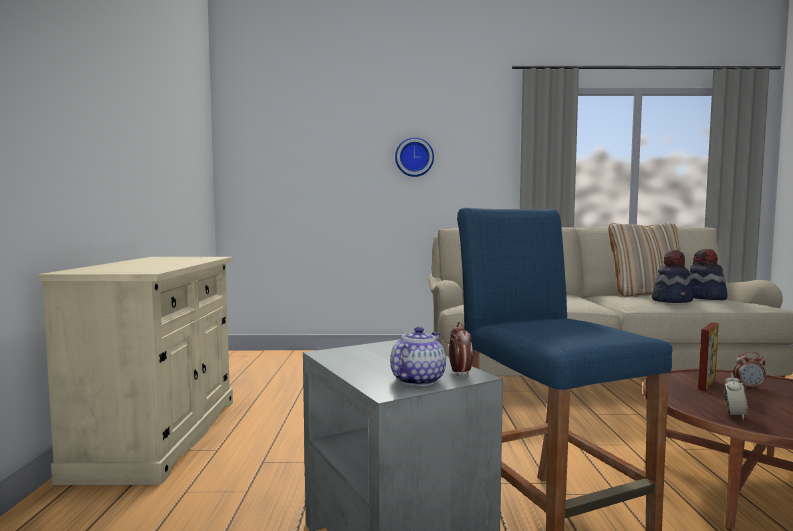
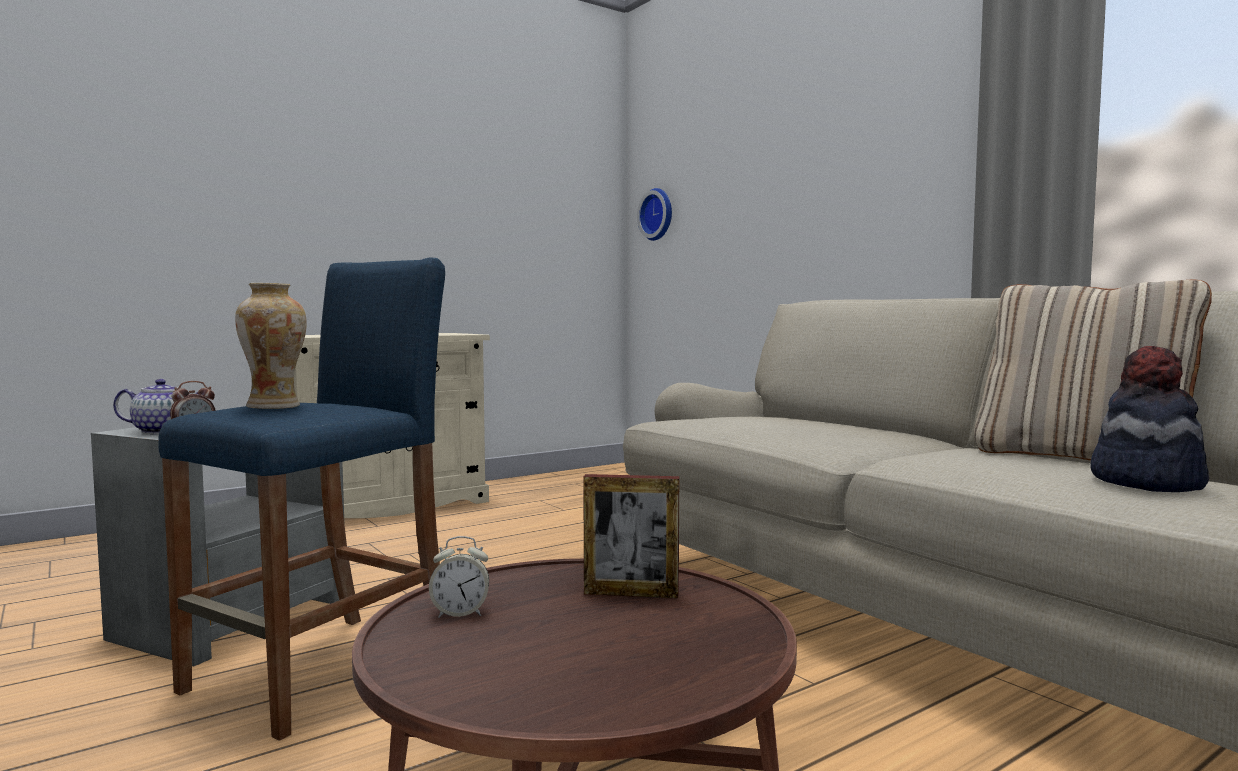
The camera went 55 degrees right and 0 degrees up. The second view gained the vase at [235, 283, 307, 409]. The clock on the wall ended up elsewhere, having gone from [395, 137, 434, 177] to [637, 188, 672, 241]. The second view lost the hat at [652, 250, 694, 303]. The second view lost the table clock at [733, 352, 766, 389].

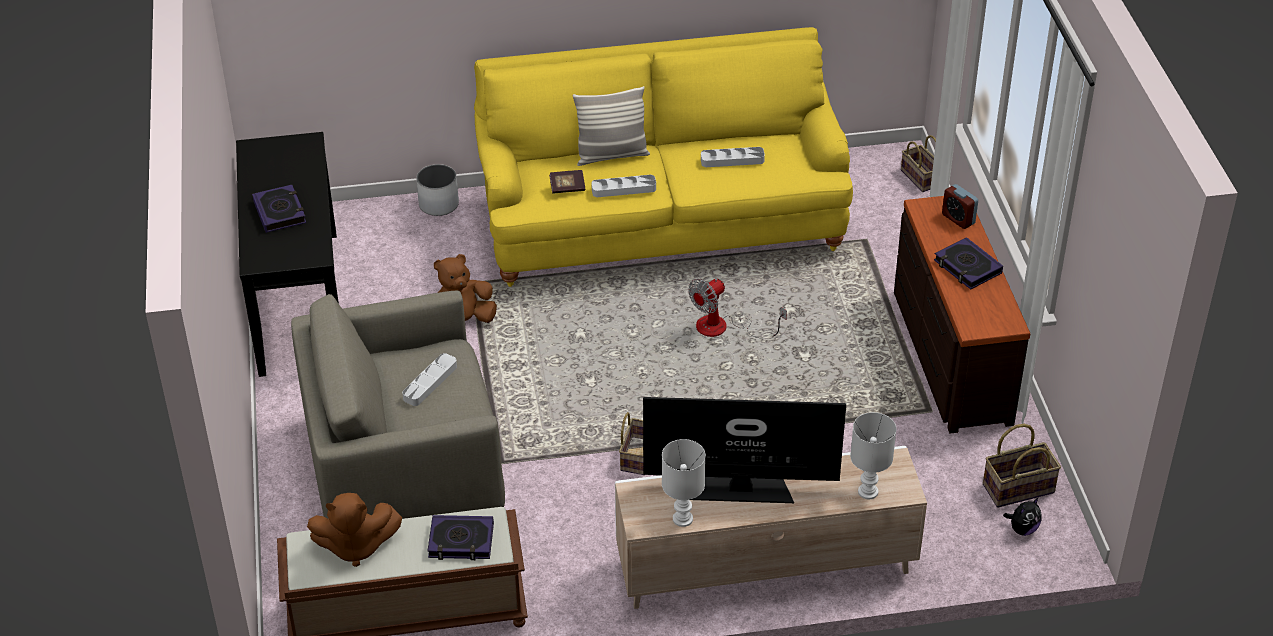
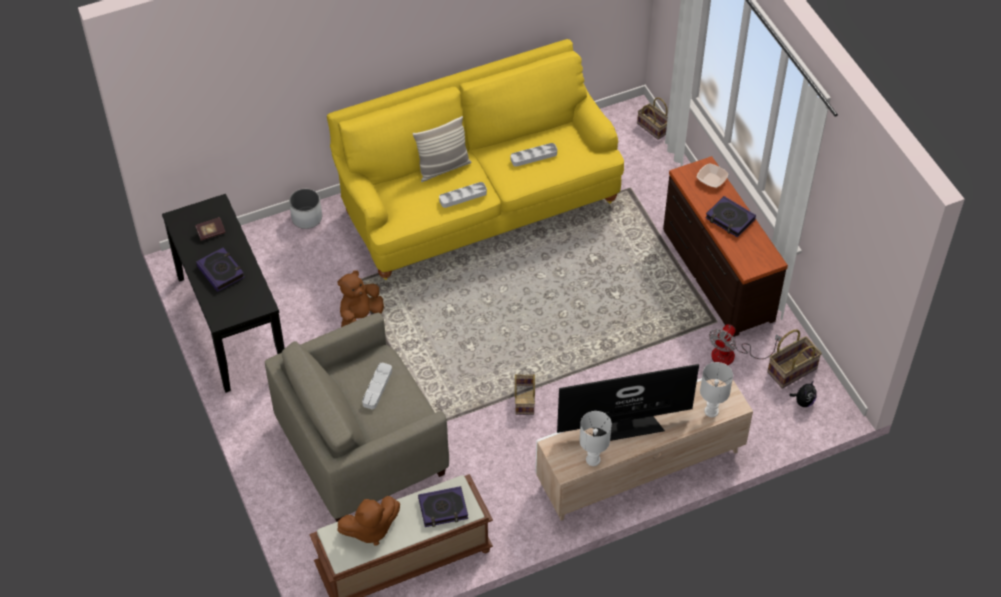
The camera went 15 degrees left and 10 degrees up. The volume ended up elsewhere, having gone from [549, 170, 585, 193] to [195, 217, 225, 241]. Where the table clock stood at [942, 184, 978, 229], the serving bowl came to stand at [697, 163, 728, 188]. The cooling fan ended up elsewhere, having gone from [688, 279, 787, 338] to [709, 324, 782, 365].

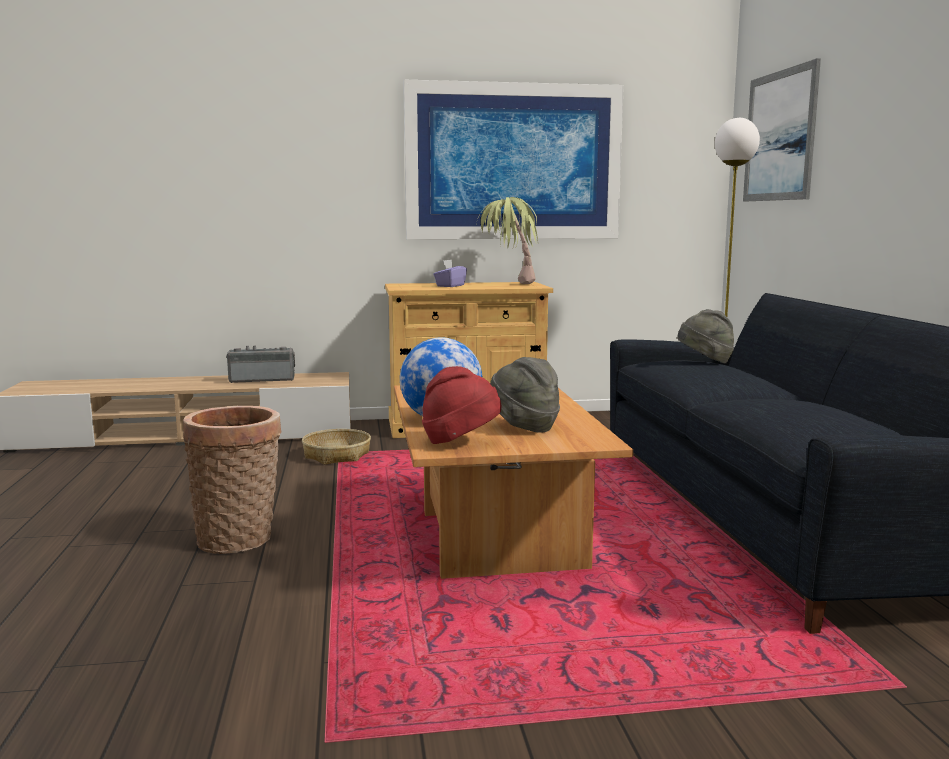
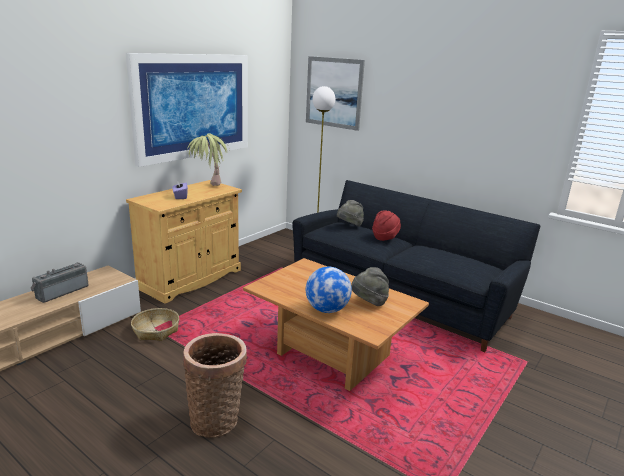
The camera went 45 degrees left and 10 degrees up. The hat in red-coloured ended up elsewhere, having gone from [422, 366, 501, 444] to [372, 210, 401, 241].

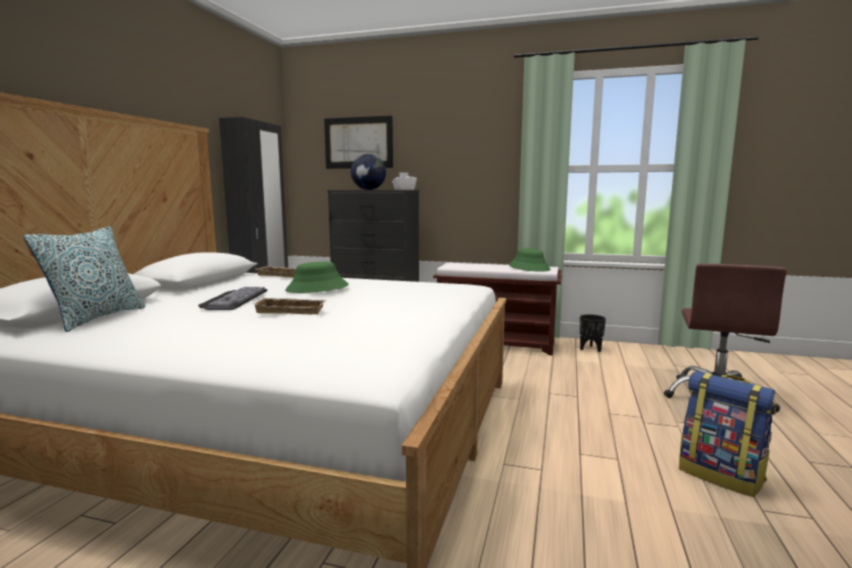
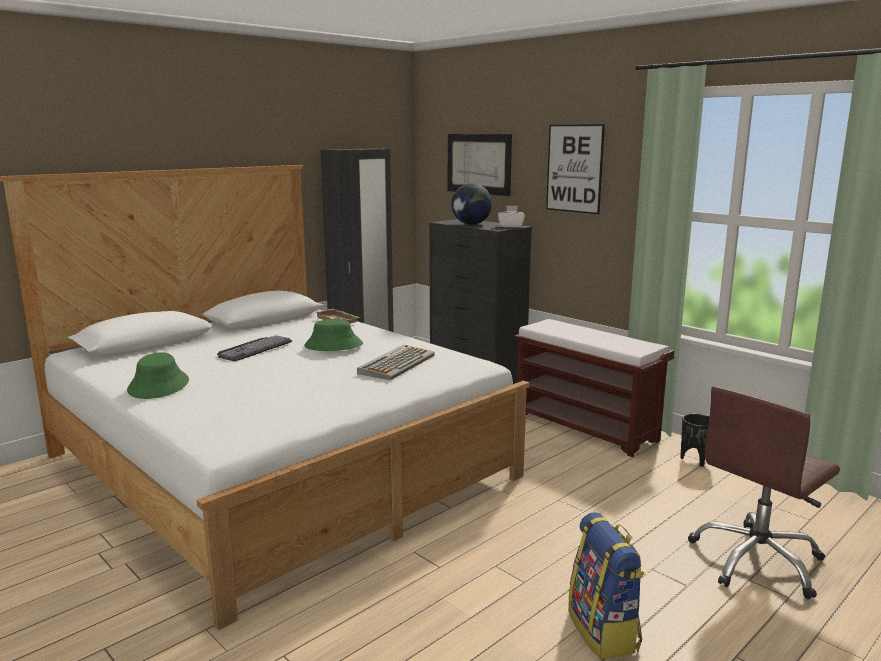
The camera went 30 degrees right and 5 degrees up. The hat in greenish ended up elsewhere, having gone from [509, 248, 551, 272] to [127, 353, 189, 399]. The second view gained the computer keyboard at [357, 345, 435, 380]. The second view gained the wall picture at [546, 124, 605, 214]. The second view lost the throw pillow at [23, 226, 146, 332]. The second view lost the tray in beige-coloured at [253, 298, 327, 314].

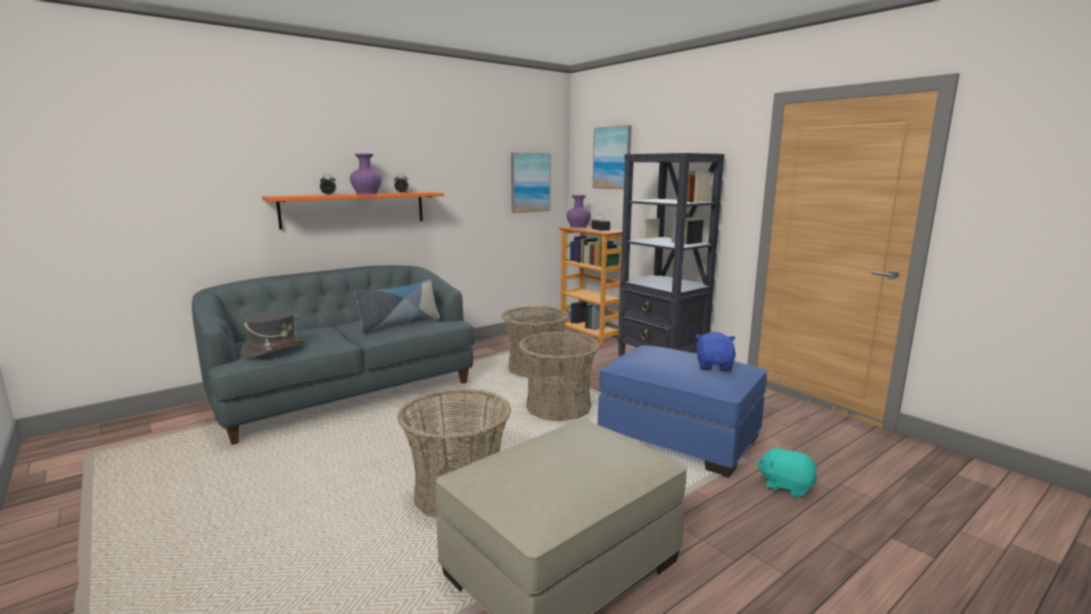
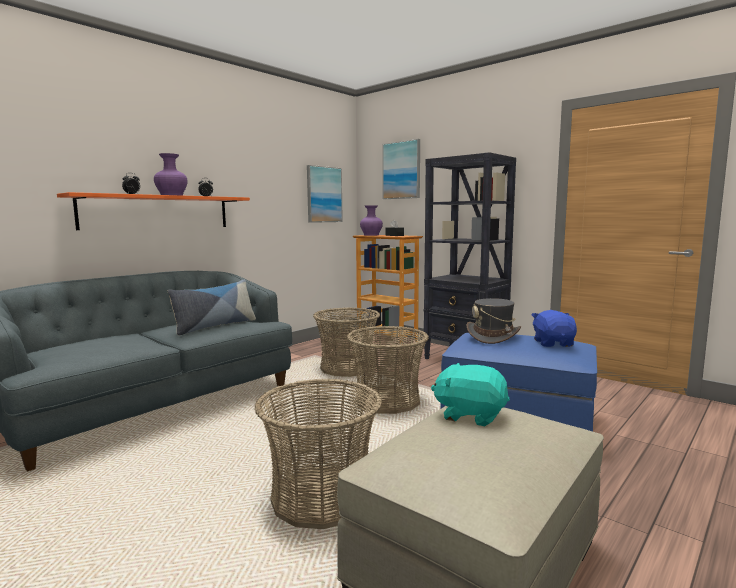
The camera went 10 degrees left and 5 degrees down. The soft toy in turquoise-coloured ended up elsewhere, having gone from [757, 445, 817, 498] to [431, 363, 510, 426]. The hat in gray ended up elsewhere, having gone from [241, 310, 306, 358] to [467, 298, 521, 344].

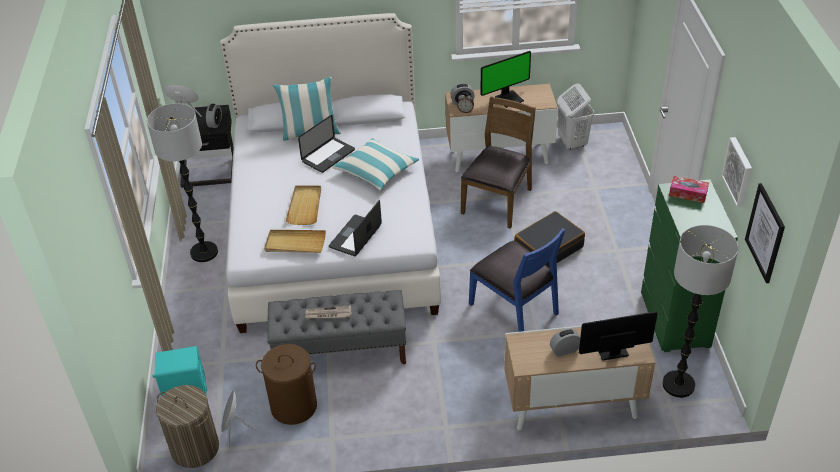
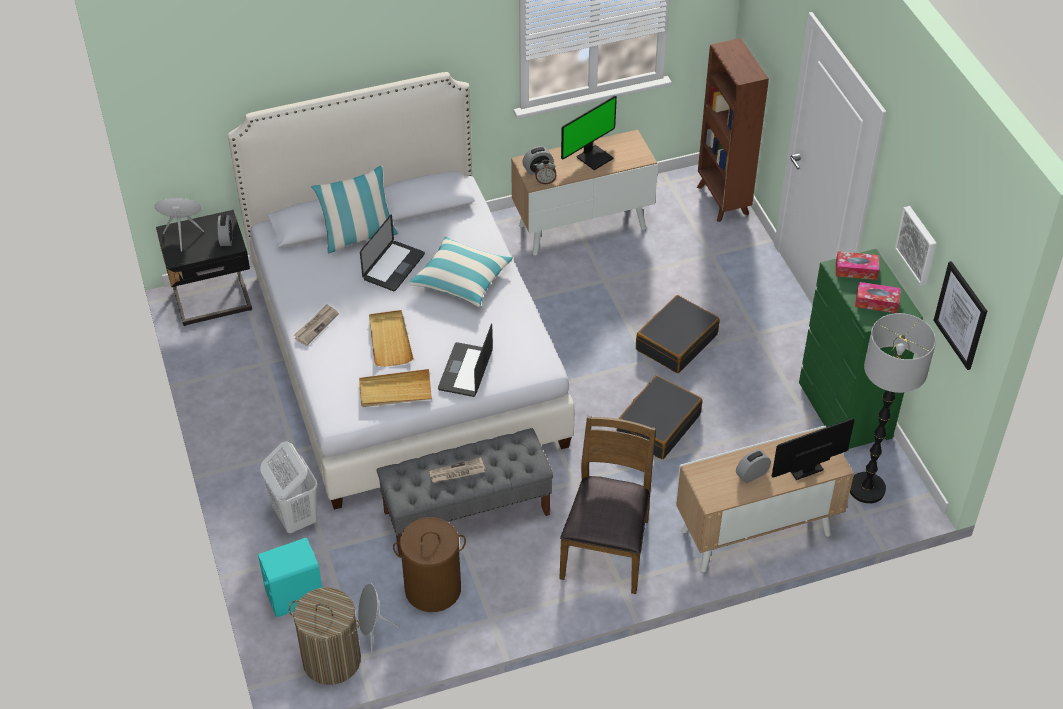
The camera went 15 degrees left and 5 degrees up. The washing basket in white ended up elsewhere, having gone from [557, 83, 594, 150] to [260, 441, 318, 533]. The second view gained the daily paper at [294, 304, 339, 346]. The upright chair in brown-coloured ended up elsewhere, having gone from [461, 96, 536, 229] to [559, 416, 656, 594]. Where the upright chair in bluish stood at [469, 228, 565, 332], the piece of luggage in blackish came to stand at [617, 375, 702, 459]. The second view gained the bookcase in brown-coloured at [697, 38, 769, 222]. The second view gained the tissue box at [855, 282, 901, 313]. The second view lost the floor lamp at [147, 103, 218, 262].

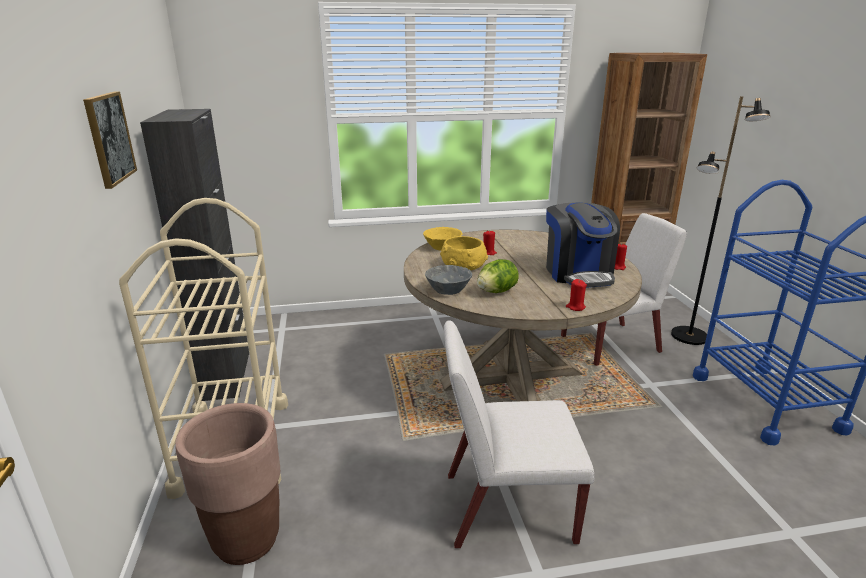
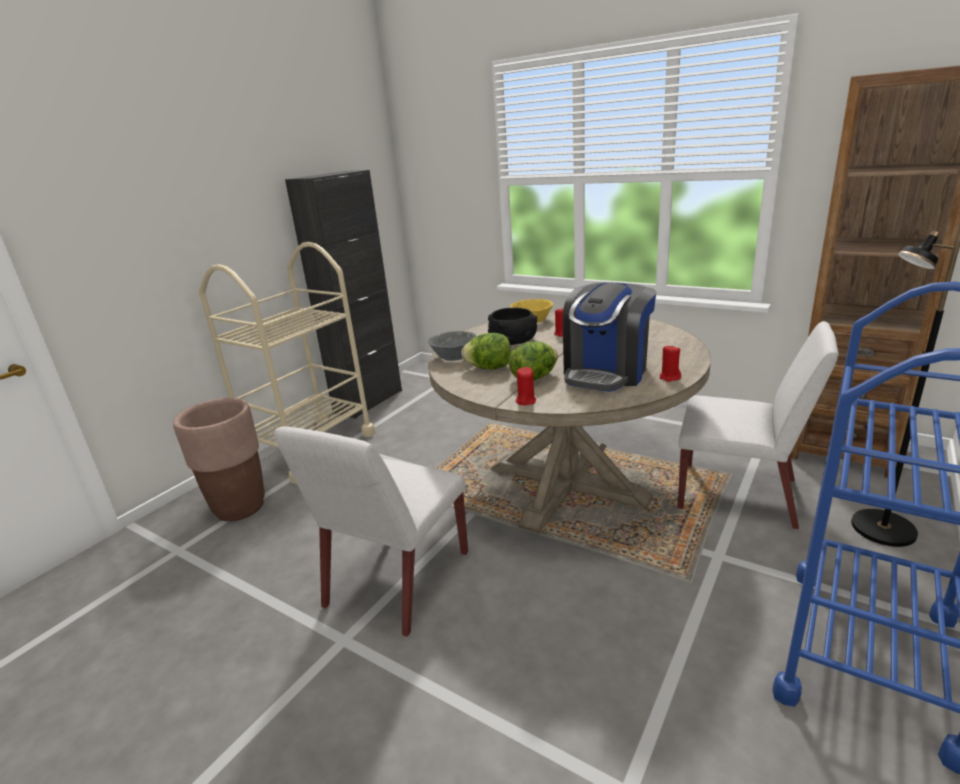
The camera went 45 degrees right and 0 degrees up. The upright chair in white at [444, 321, 594, 549] ended up facing another way, 105 degrees counterclockwise from before. What was the serving bowl in yellow at [440, 236, 488, 271] turned into the serving bowl in blackish at [488, 308, 537, 345]. The second view gained the head of lettuce at [508, 341, 558, 381]. The second view lost the wall picture at [83, 91, 137, 189].

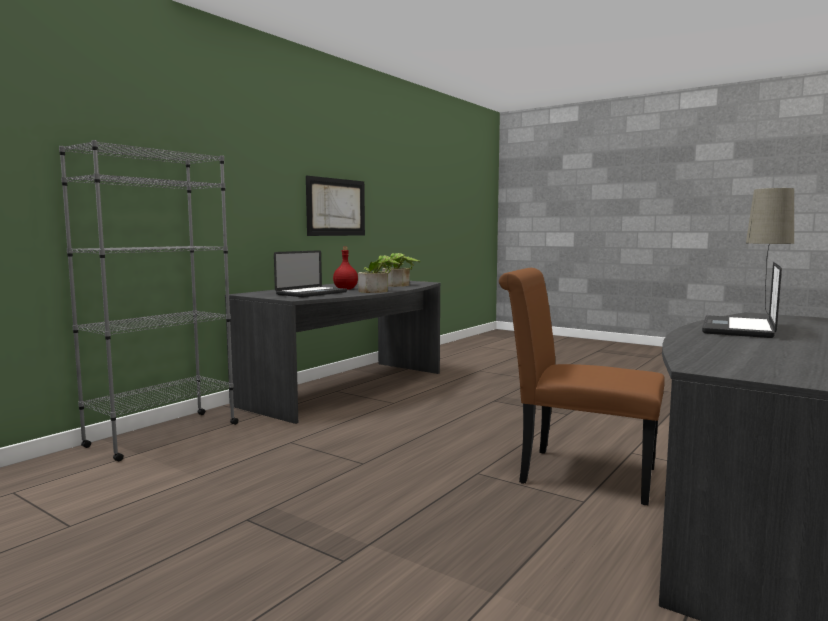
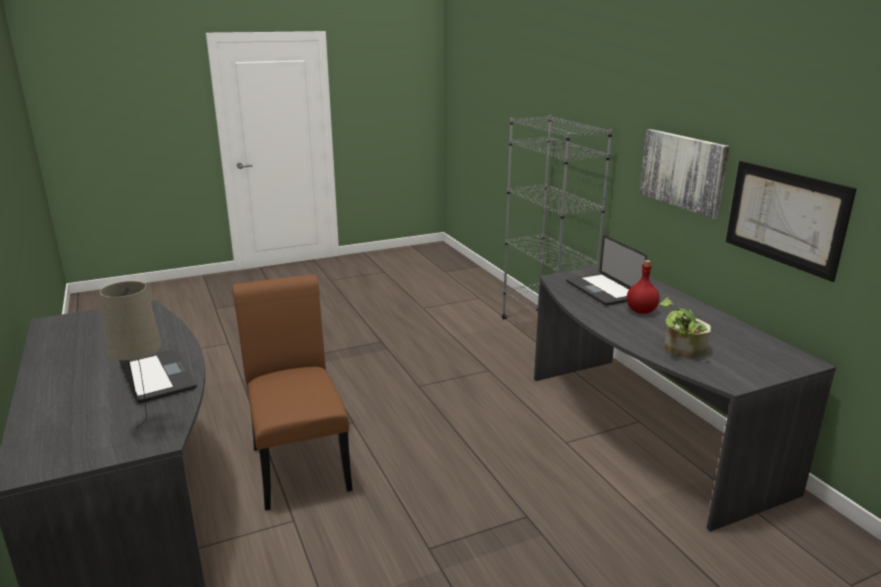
The camera went 120 degrees right and 15 degrees up. The upright chair in brown-coloured at [499, 268, 665, 505] ended up facing another way, 75 degrees counterclockwise from before. The second view gained the wall picture at [639, 129, 730, 219]. The second view lost the houseplant at [358, 255, 400, 293].

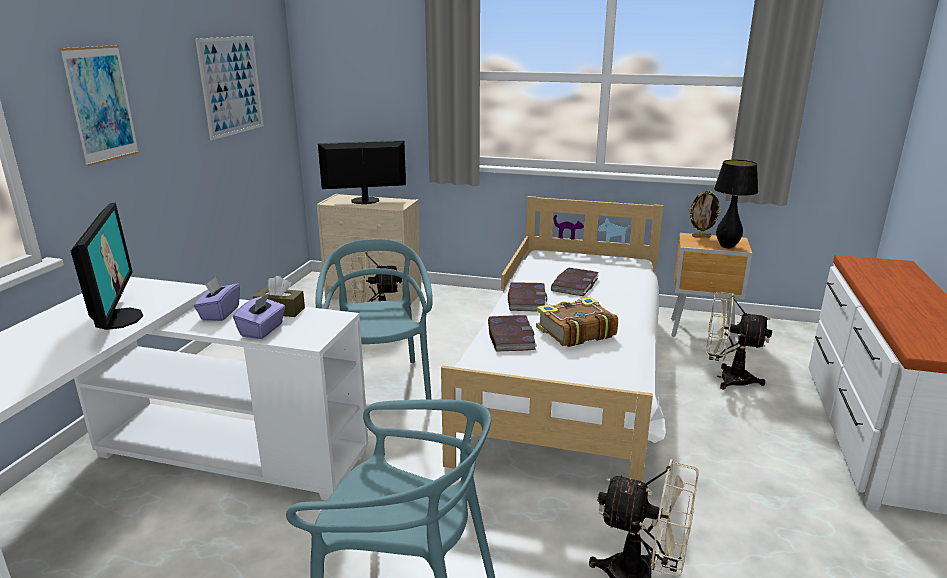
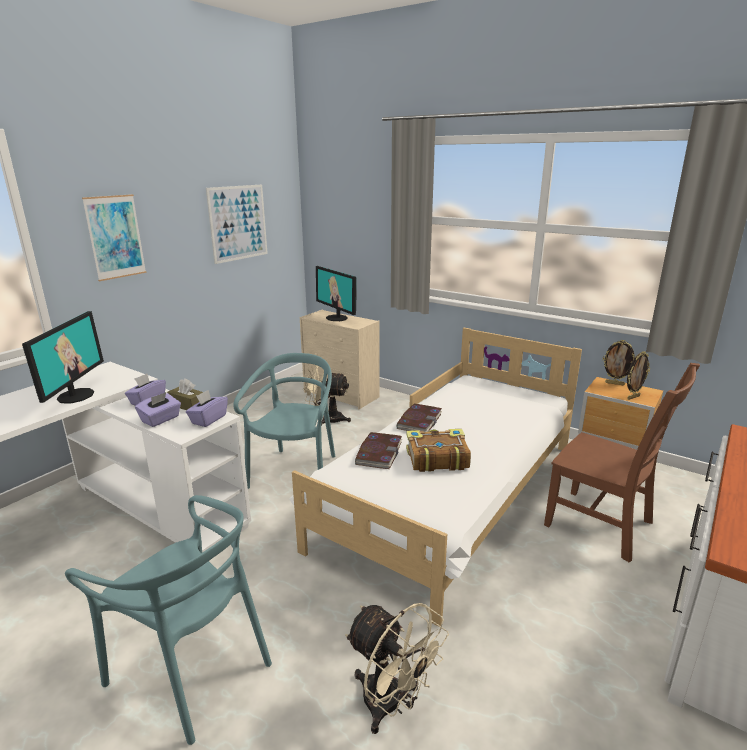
The camera went 20 degrees right and 0 degrees up. The second view gained the tissue box in purplish at [186, 390, 228, 427]. The monitor at [318, 140, 406, 204] ended up facing another way, 135 degrees counterclockwise from before. Where the cooling fan in beige-coloured stood at [706, 292, 772, 390], the upright chair in brown-coloured came to stand at [544, 363, 700, 562]. Where the table lamp in blackish stood at [714, 160, 758, 248], the photo frame came to stand at [627, 351, 650, 400]. The second view lost the volume at [551, 268, 599, 296].

